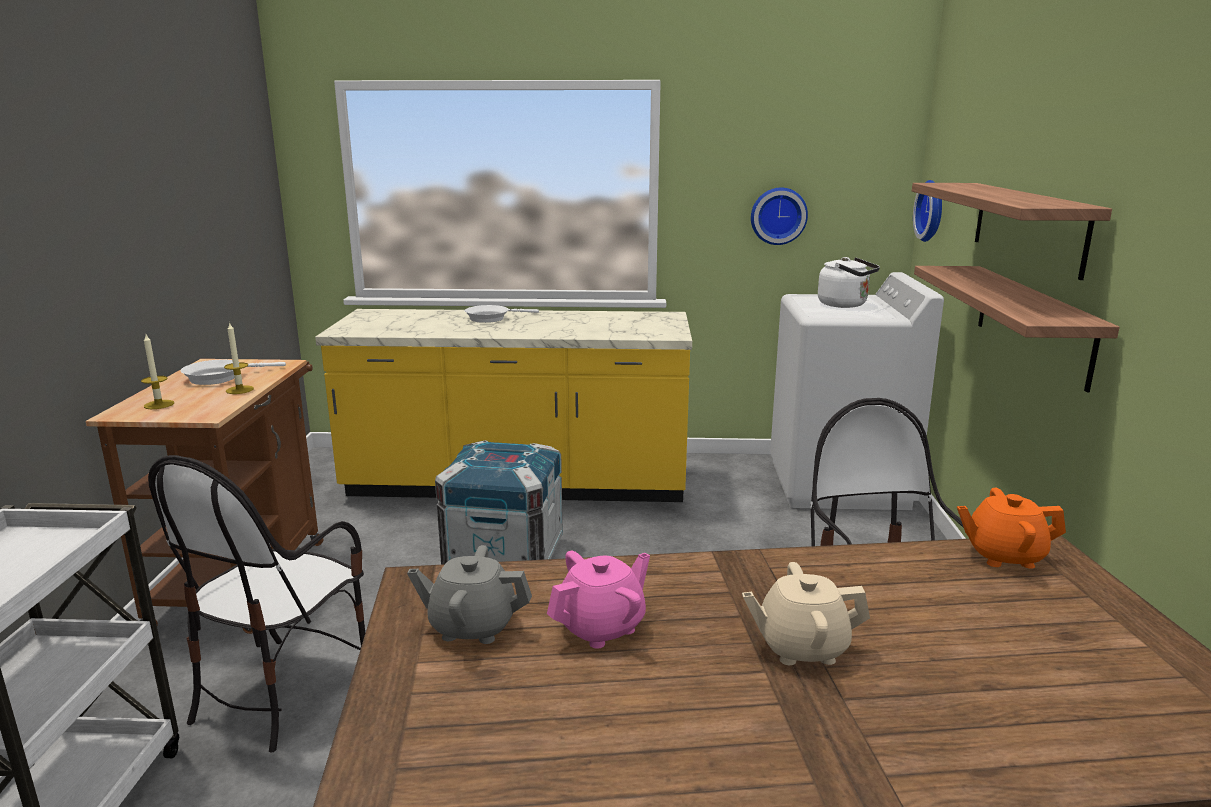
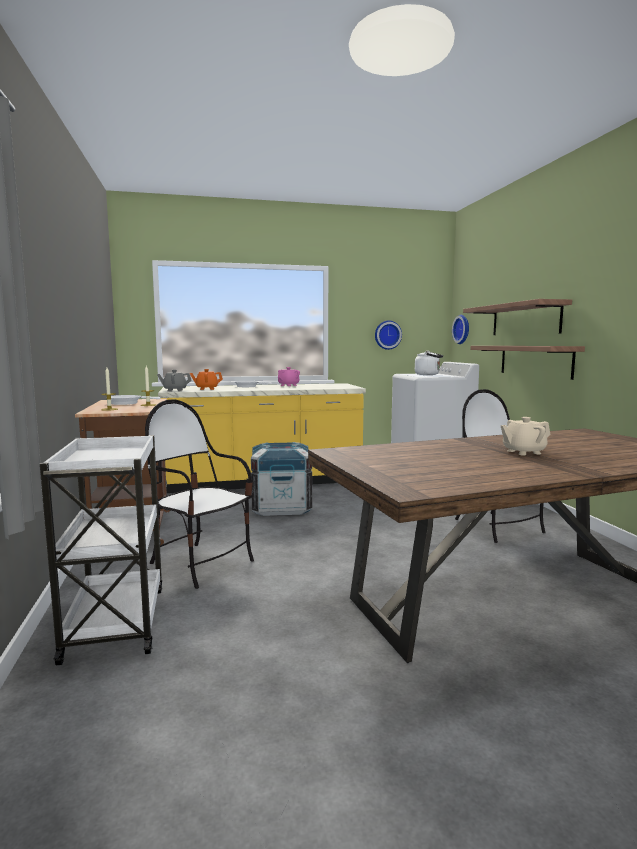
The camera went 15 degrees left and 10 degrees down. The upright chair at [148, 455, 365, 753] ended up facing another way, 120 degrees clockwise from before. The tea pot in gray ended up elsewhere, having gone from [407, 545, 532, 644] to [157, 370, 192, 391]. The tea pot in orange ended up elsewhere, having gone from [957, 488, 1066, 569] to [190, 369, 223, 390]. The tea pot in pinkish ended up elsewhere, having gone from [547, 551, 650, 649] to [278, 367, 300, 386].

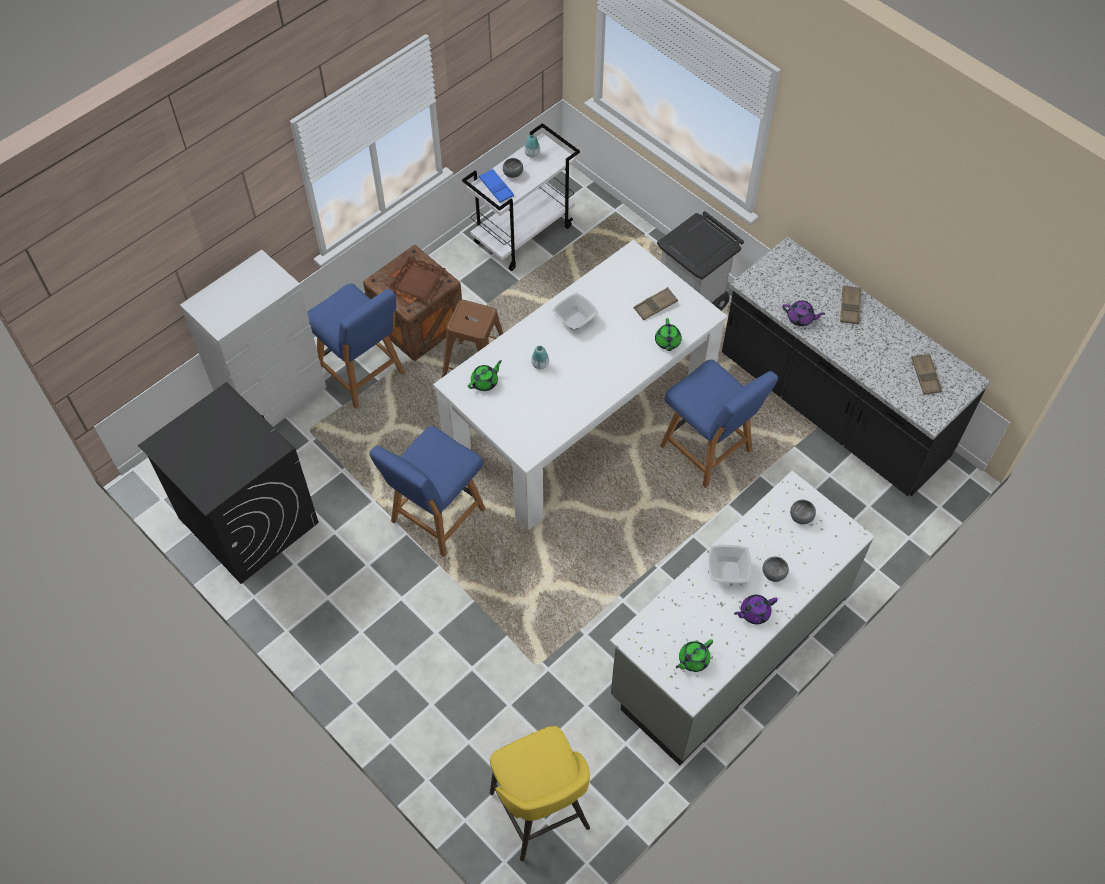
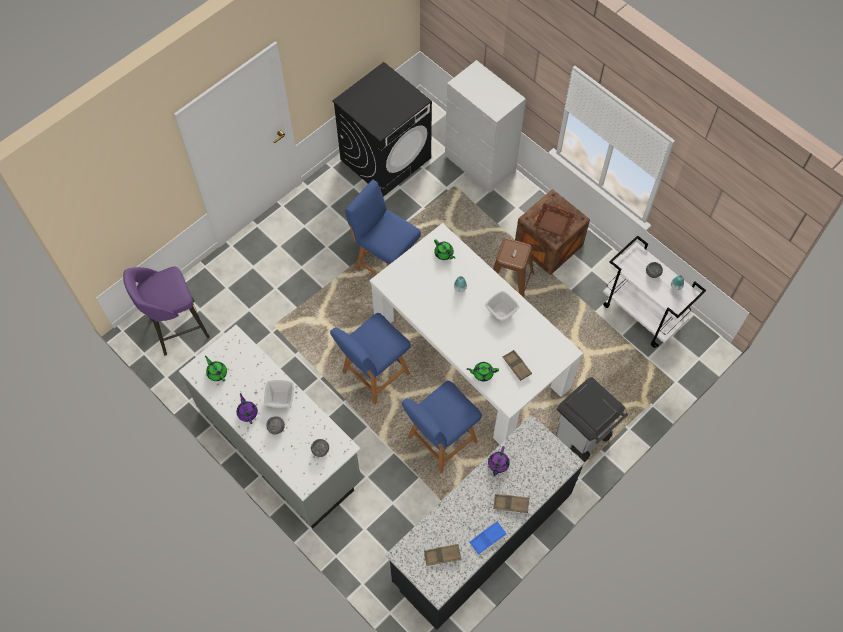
The camera went 90 degrees right and 5 degrees up. What was the stool in yellow at [490, 726, 590, 861] turned into the stool in purplish at [123, 266, 210, 356]. The upright chair in bluish ended up elsewhere, having gone from [307, 283, 405, 409] to [330, 313, 411, 404]. The tray in bluish ended up elsewhere, having gone from [479, 169, 514, 203] to [470, 521, 507, 555].

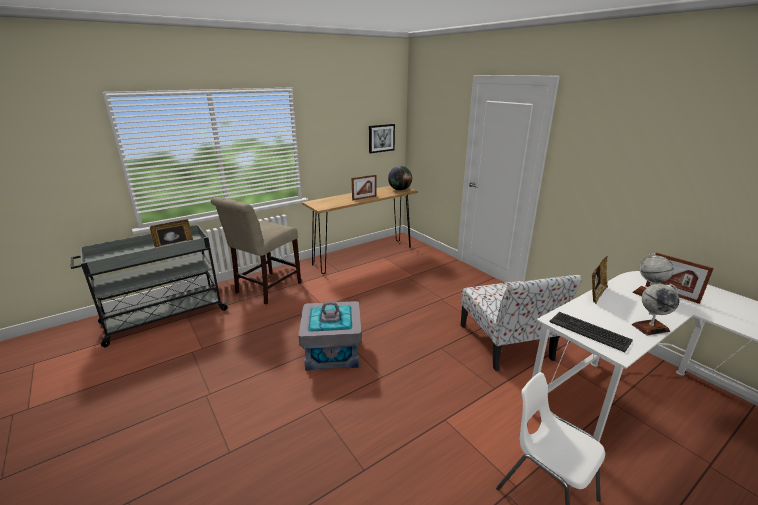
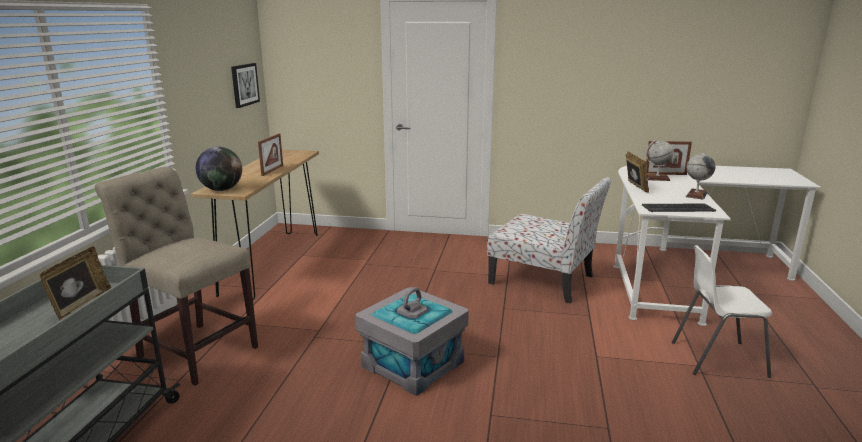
The camera went 45 degrees left and 5 degrees down. The upright chair in beige-coloured at [211, 197, 301, 304] ended up facing another way, 135 degrees clockwise from before. The desk globe ended up elsewhere, having gone from [388, 166, 412, 191] to [196, 147, 242, 191].

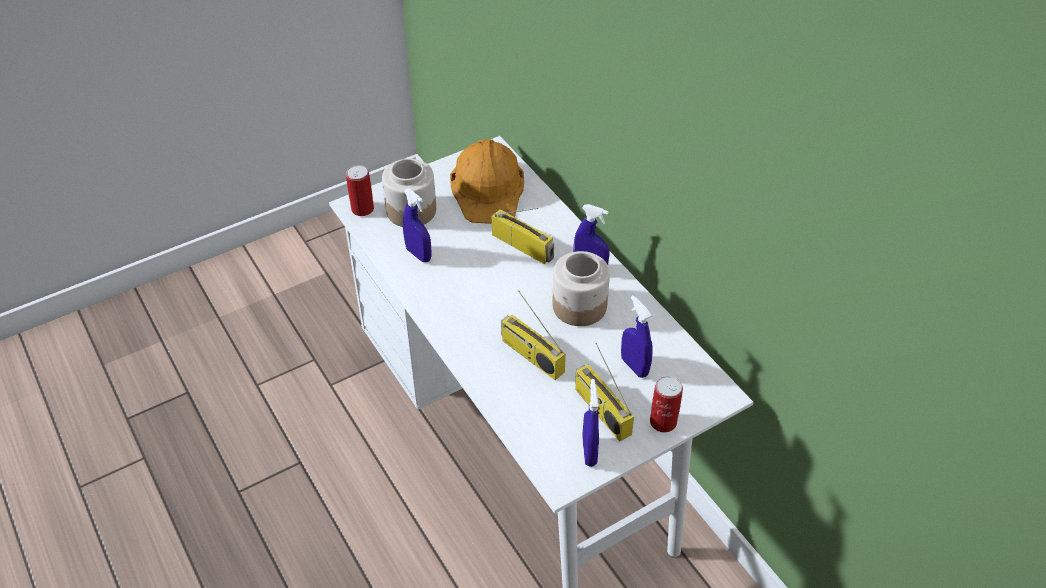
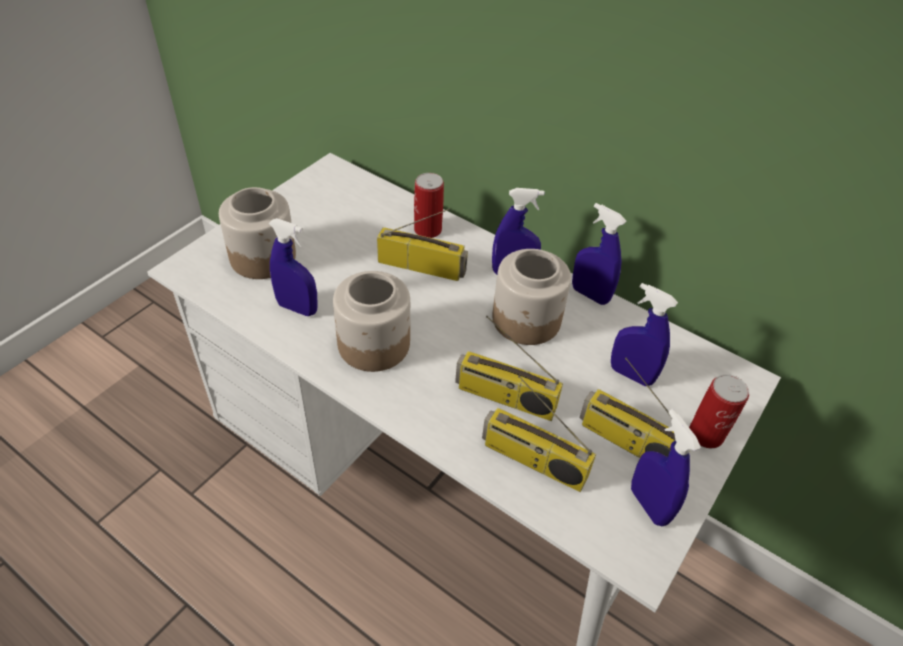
The camera went 25 degrees left and 0 degrees up. The second view gained the jar at [333, 271, 410, 372]. The sealed can ended up elsewhere, having gone from [346, 165, 374, 216] to [414, 173, 444, 238]. The second view gained the radio receiver at [482, 375, 596, 492]. The second view gained the sprayer in bluish at [572, 203, 626, 305]. The second view lost the hard hat in orange at [450, 139, 524, 224].

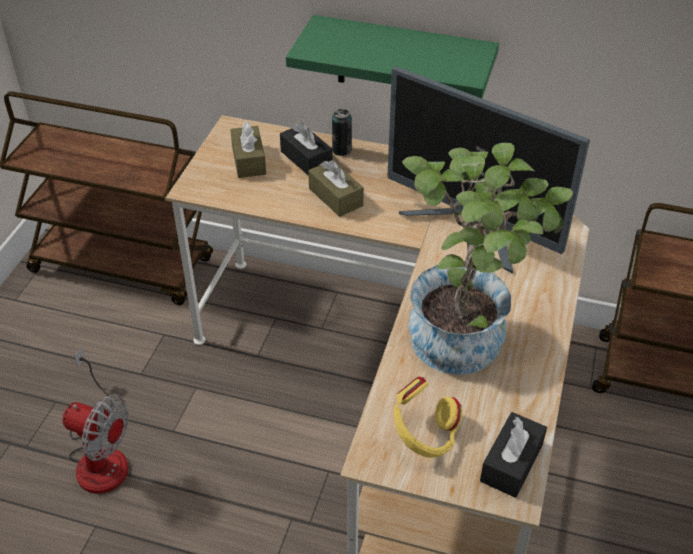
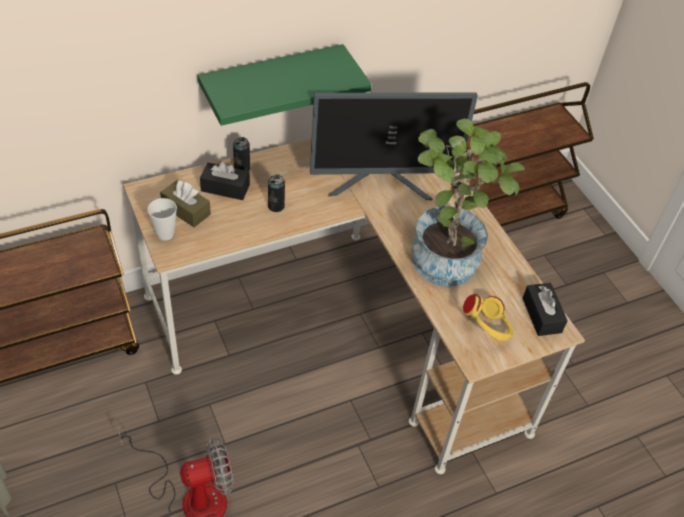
The camera went 45 degrees left and 5 degrees up. The second view gained the small cup at [147, 198, 177, 241]. Where the tissue box in brown-coloured stood at [308, 160, 364, 217], the sealed can came to stand at [268, 174, 285, 212].

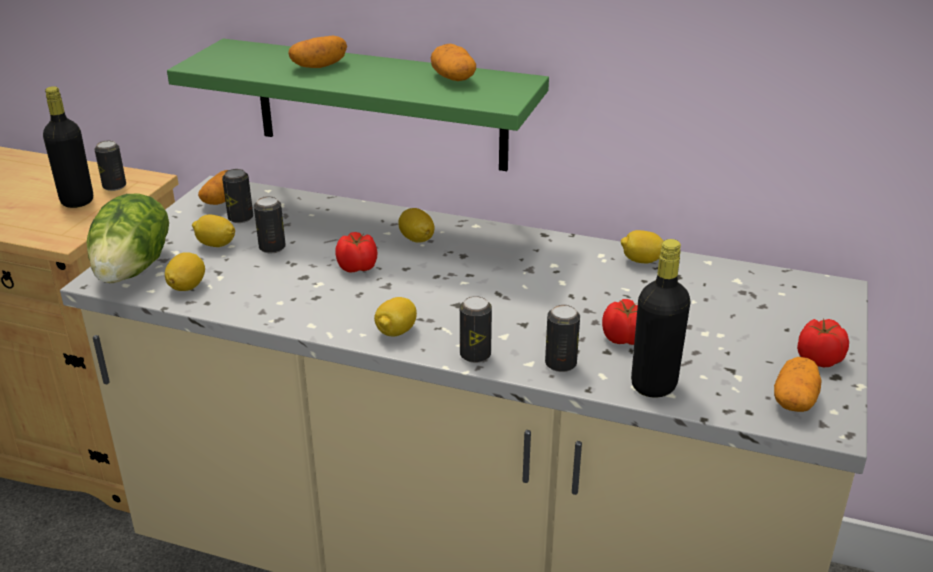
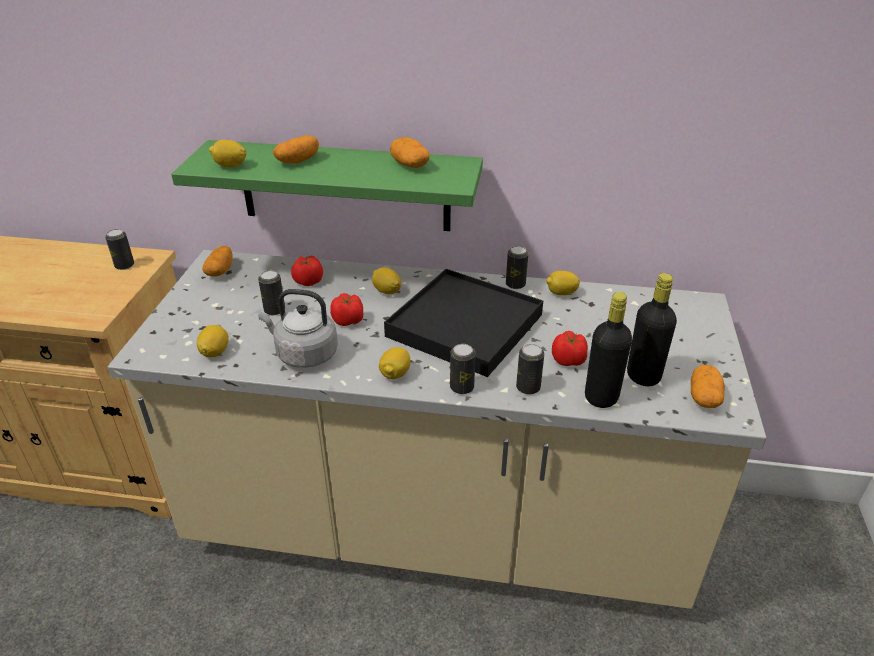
The camera went 10 degrees left and 5 degrees up. The whole lemon ended up elsewhere, having gone from [192, 214, 235, 247] to [209, 140, 246, 167]. The second view gained the kettle in gray at [258, 289, 338, 368]. The whole tomato ended up elsewhere, having gone from [797, 319, 849, 367] to [291, 256, 323, 286]. The second view gained the tray in blackish at [384, 269, 543, 377]. The sealed can ended up elsewhere, having gone from [222, 169, 253, 223] to [506, 246, 529, 289]. The bottle in blackish ended up elsewhere, having gone from [43, 86, 93, 208] to [627, 273, 677, 386]. The second view lost the head of lettuce at [87, 193, 169, 283].

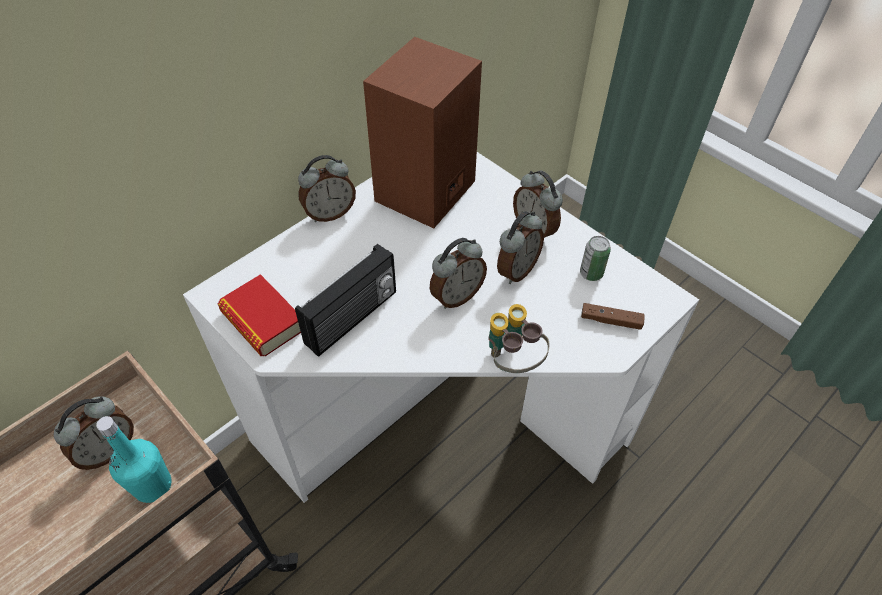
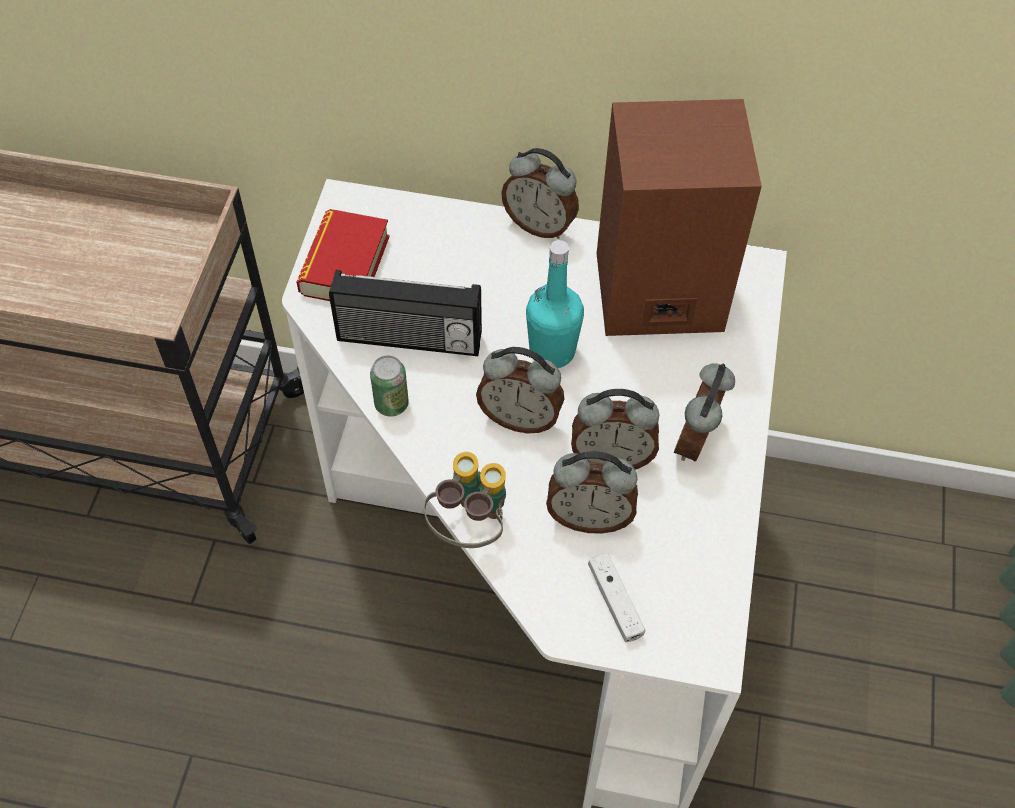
The camera went 55 degrees right and 5 degrees up. The sealed can ended up elsewhere, having gone from [580, 236, 611, 281] to [370, 356, 409, 417]. The bottle in turquoise-coloured ended up elsewhere, having gone from [96, 416, 172, 503] to [526, 240, 584, 368]. The table clock ended up elsewhere, having gone from [54, 396, 134, 470] to [546, 451, 638, 534]. What was the joypad in brown-coloured at [581, 303, 645, 330] turned into the joypad in white at [588, 553, 645, 642].

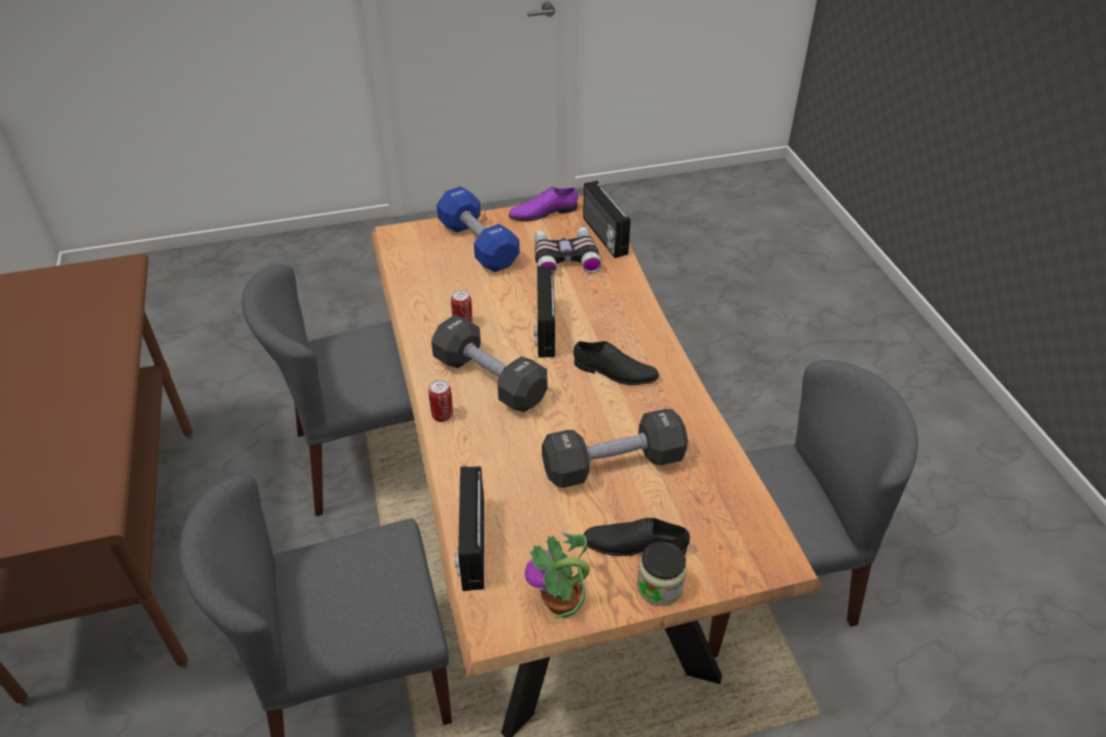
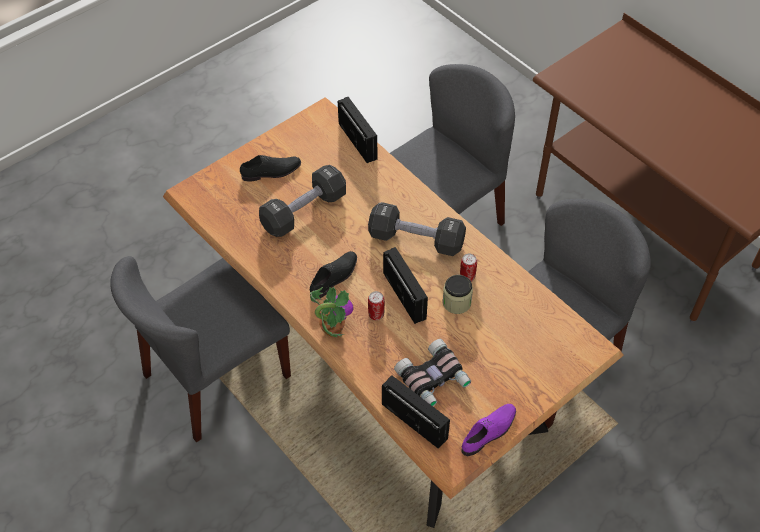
The camera went 155 degrees right and 10 degrees up. The low shoe in blackish at [573, 341, 659, 385] ended up facing another way, 135 degrees clockwise from before. The houseplant ended up elsewhere, having gone from [525, 532, 590, 619] to [310, 287, 354, 337]. The sealed can ended up elsewhere, having gone from [428, 380, 453, 422] to [368, 291, 385, 320]. The jar ended up elsewhere, having gone from [637, 541, 687, 606] to [443, 275, 473, 314]. The second view lost the hand weight in bluish at [437, 186, 520, 272].

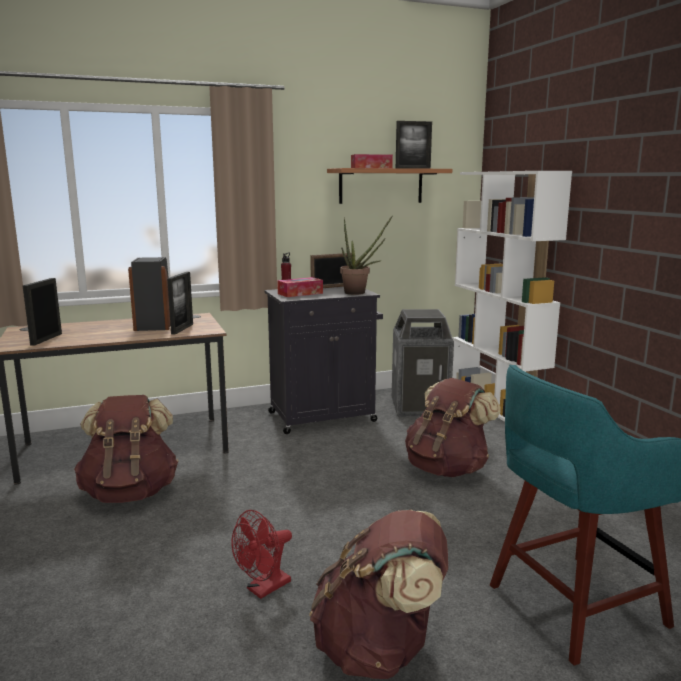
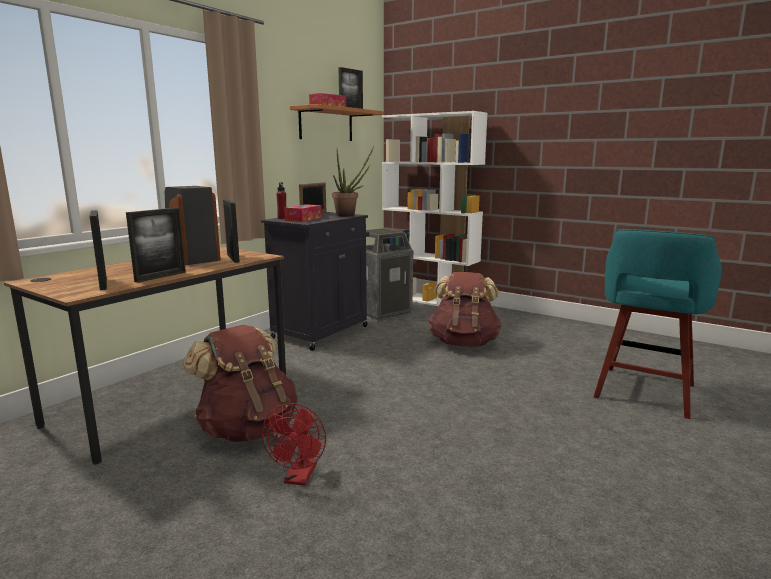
The camera went 35 degrees left and 0 degrees up. The second view gained the photo frame at [126, 208, 186, 283]. The cooling fan in red-coloured ended up elsewhere, having gone from [231, 510, 292, 599] to [262, 403, 326, 486]. The second view lost the knapsack in brown-coloured at [309, 510, 448, 679].

